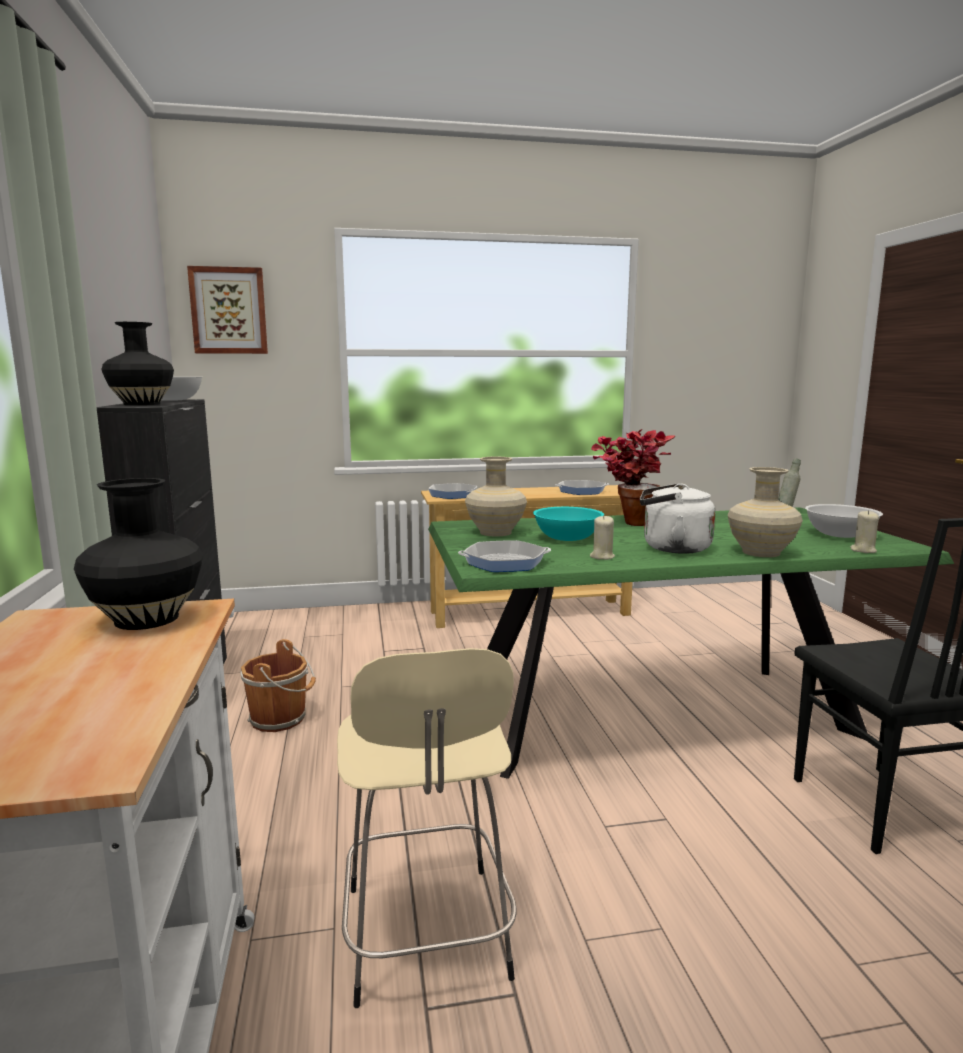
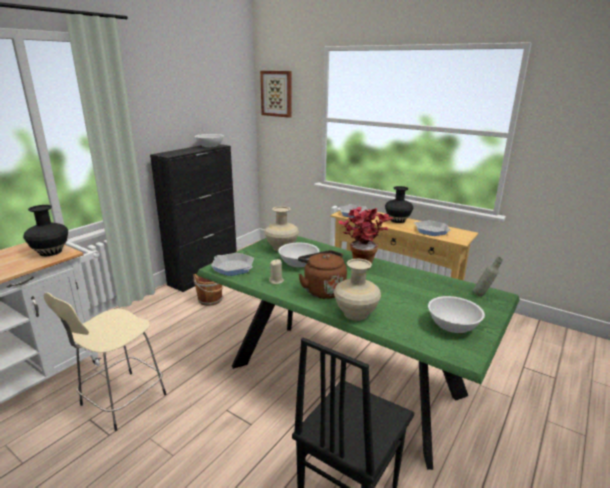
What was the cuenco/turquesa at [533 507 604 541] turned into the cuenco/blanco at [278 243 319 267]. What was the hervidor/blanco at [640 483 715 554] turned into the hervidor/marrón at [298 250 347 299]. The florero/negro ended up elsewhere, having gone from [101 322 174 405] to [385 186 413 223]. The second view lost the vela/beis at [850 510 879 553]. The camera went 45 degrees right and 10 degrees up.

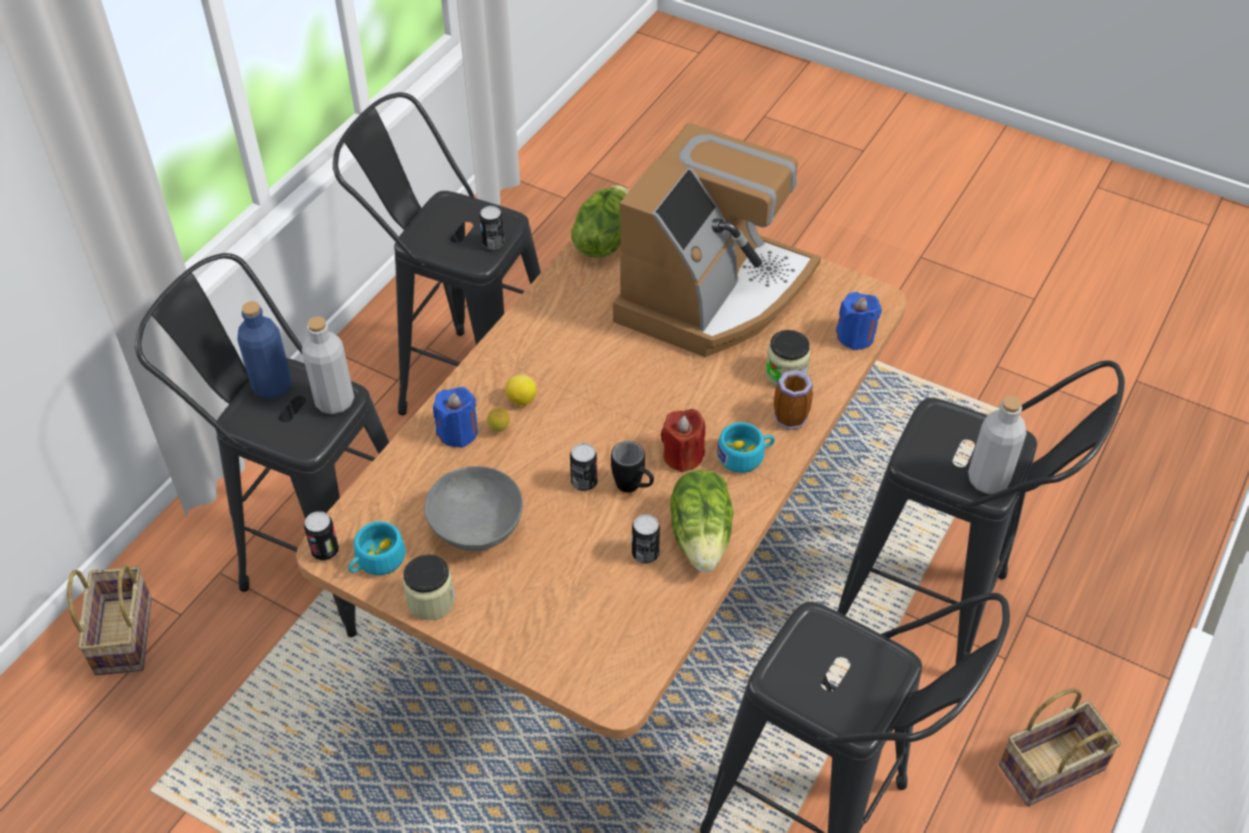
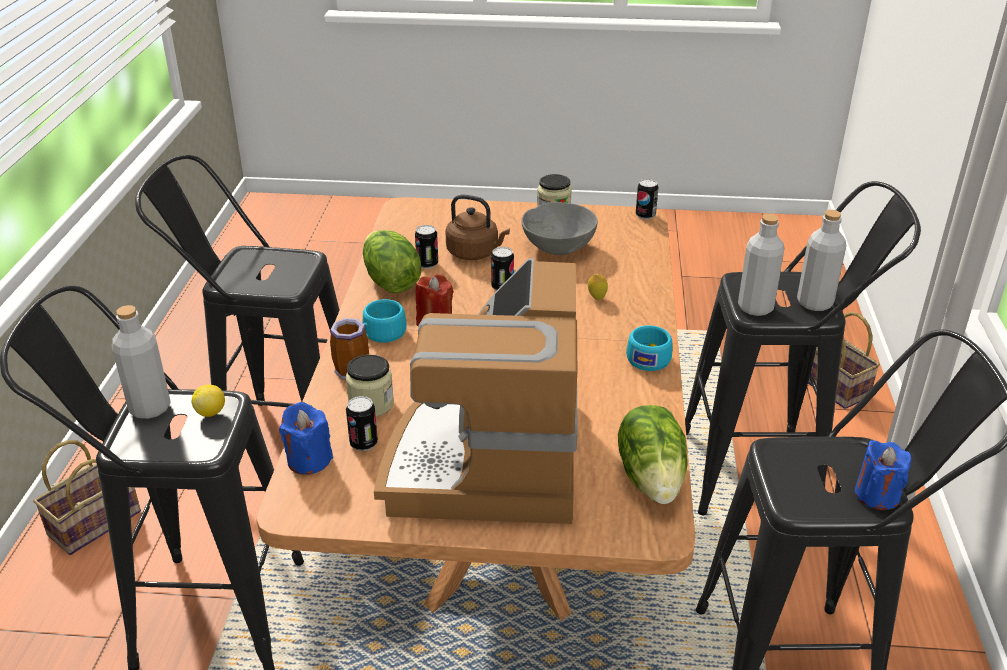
The limón ended up elsewhere, having gone from [505 375 537 406] to [192 385 225 417]. The lata ended up elsewhere, having gone from [479 206 504 249] to [346 396 378 451]. The second view gained the hervidor/marrón at [445 194 510 260]. The taza/turquesa ended up elsewhere, having gone from [348 521 406 575] to [626 325 672 371]. What was the botella/azul at [237 301 291 399] turned into the botella/gris at [797 210 846 311]. The vela/azul ended up elsewhere, having gone from [433 387 478 448] to [855 440 911 510]. The second view lost the taza grande/negro at [611 441 654 493]. The camera went 155 degrees right and 15 degrees down.

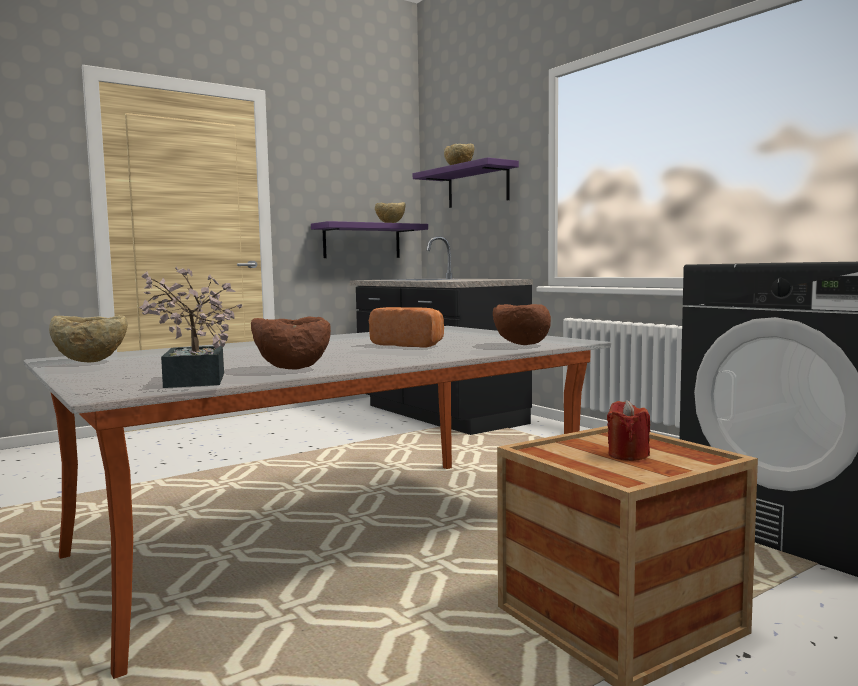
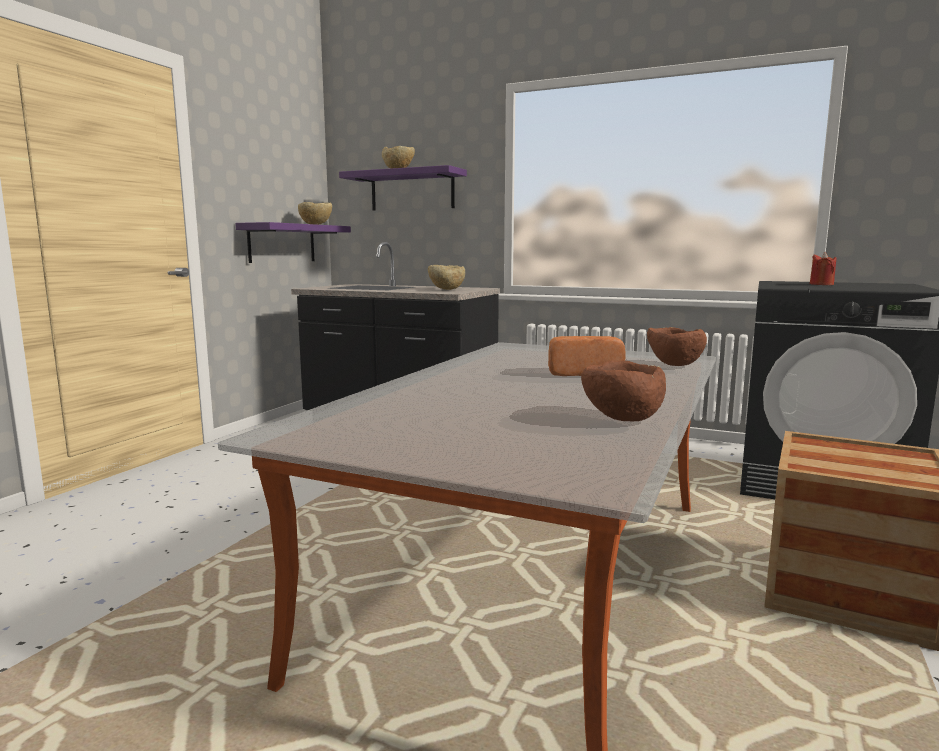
The cuenco/beis ended up elsewhere, having gone from [49 315 128 362] to [428 265 465 290]. The vela/rojo ended up elsewhere, having gone from [607 400 650 461] to [810 252 836 285]. The second view lost the planta en maceta at [139 266 243 388]. The camera went 30 degrees left and 5 degrees up.

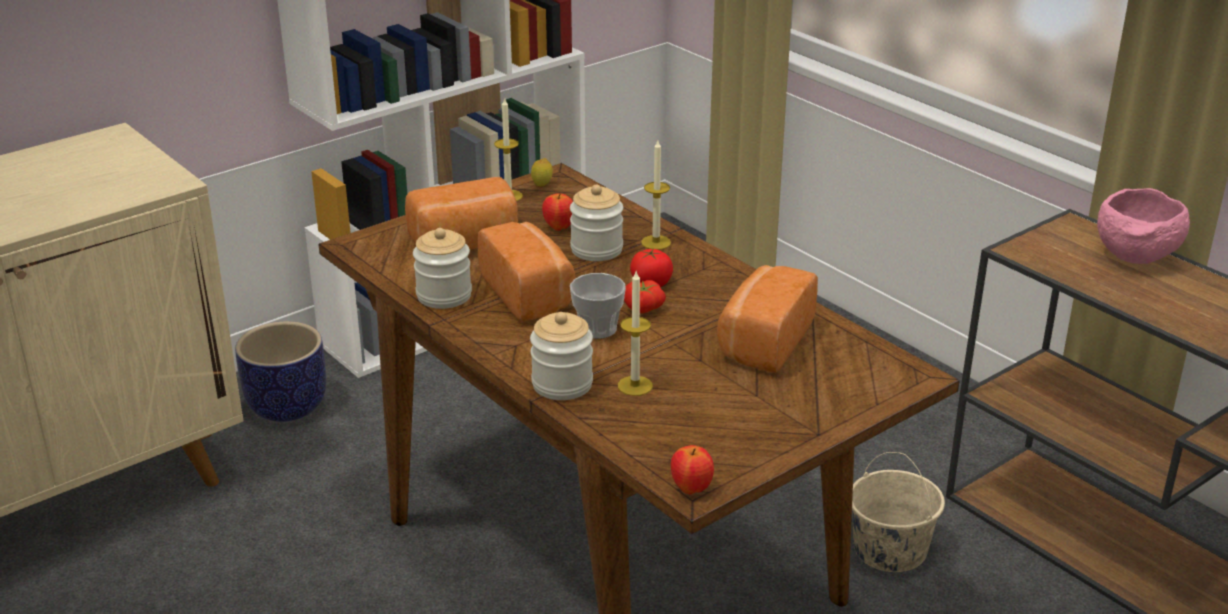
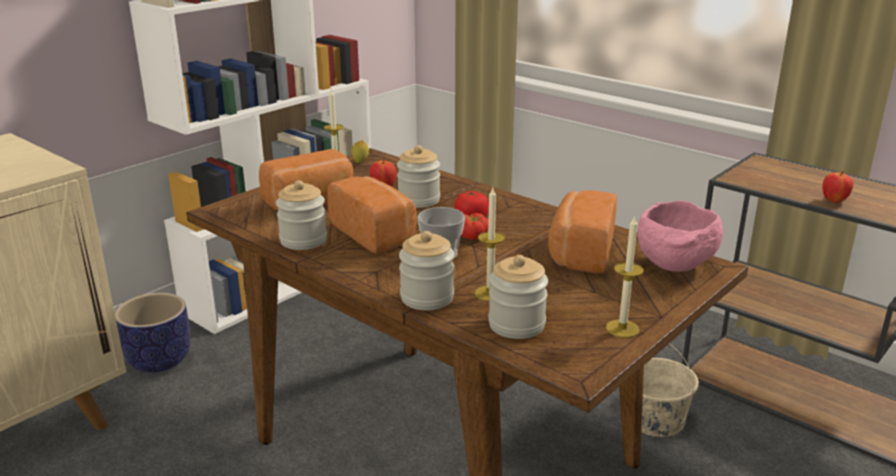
The second view gained the tarro at [488 255 548 339]. The vela ended up elsewhere, having gone from [641 140 671 250] to [606 215 644 338]. The cuenco/rosa ended up elsewhere, having gone from [1097 188 1190 264] to [638 200 723 272]. The manzana ended up elsewhere, having gone from [671 445 714 494] to [822 171 853 203]. The camera went 10 degrees left and 5 degrees down.

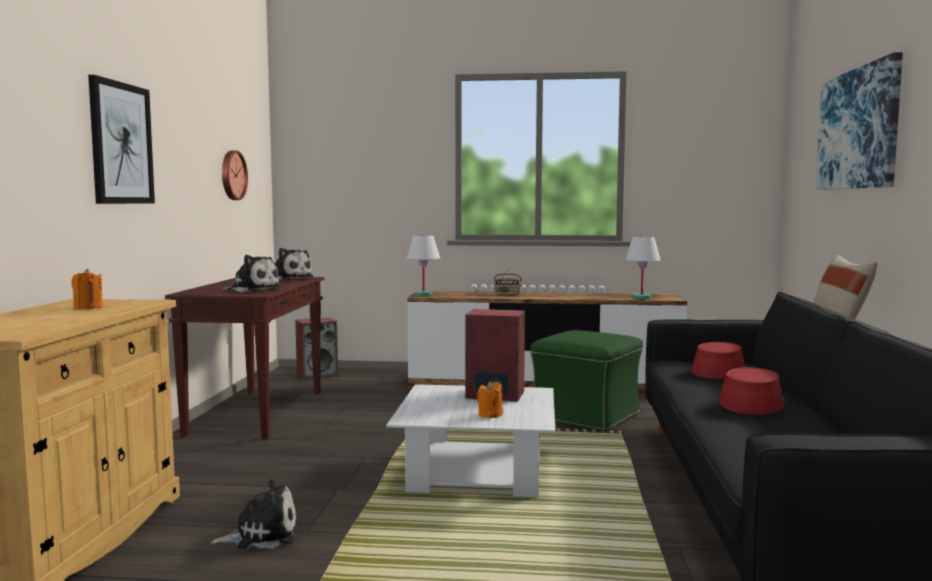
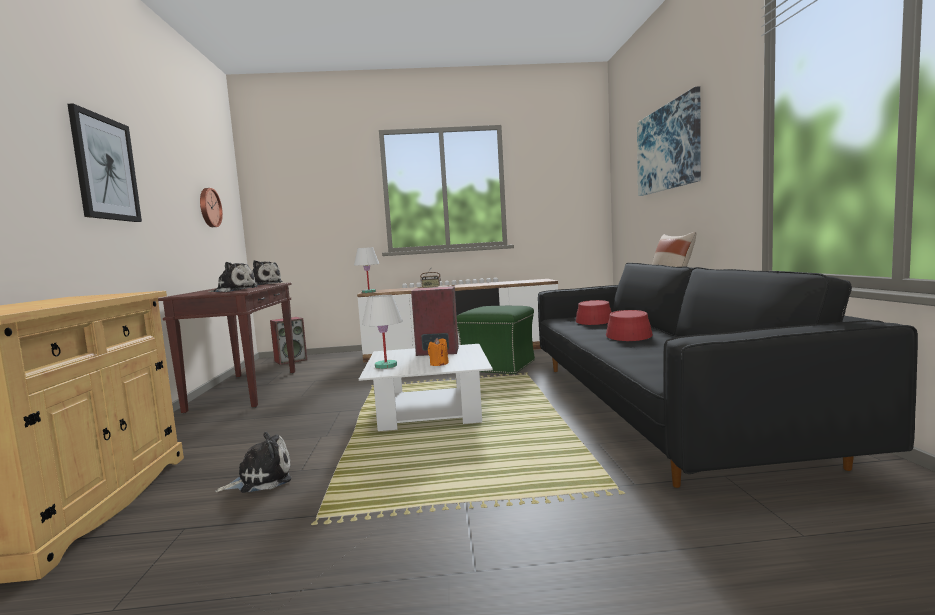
The lámpara de mesa/blanco ended up elsewhere, having gone from [625 236 660 299] to [362 295 403 369]. The second view lost the vela/naranja at [72 269 103 309]. The camera went 10 degrees left and 0 degrees up.

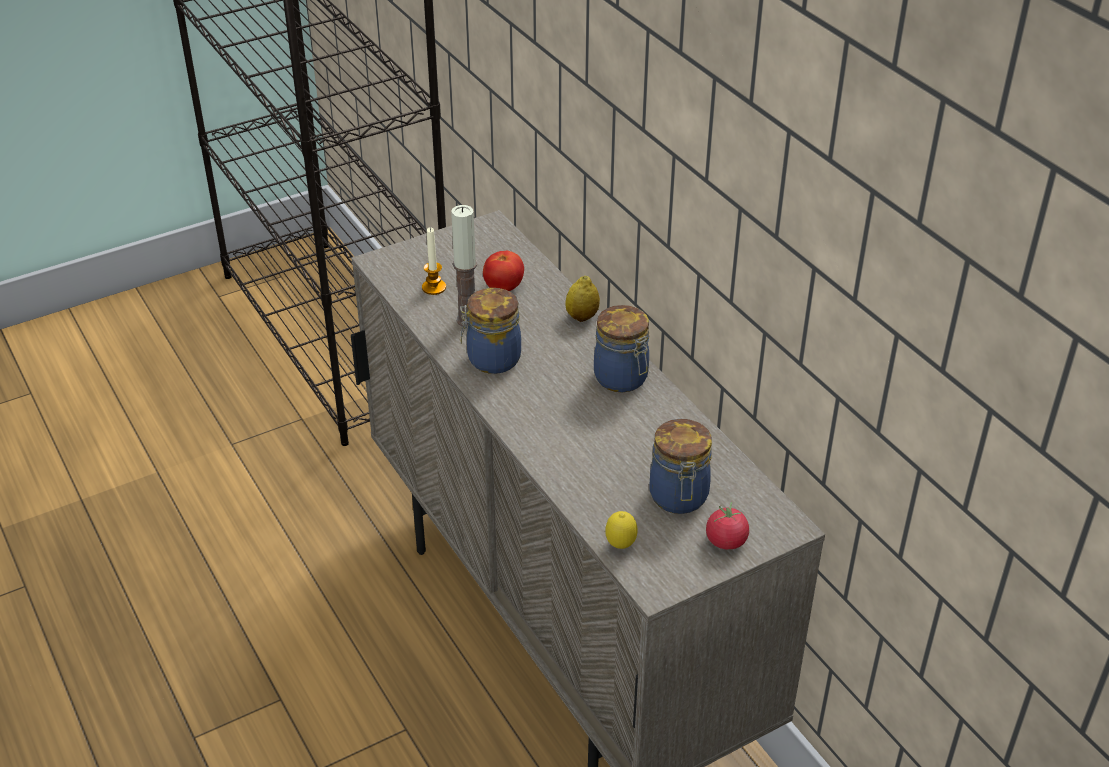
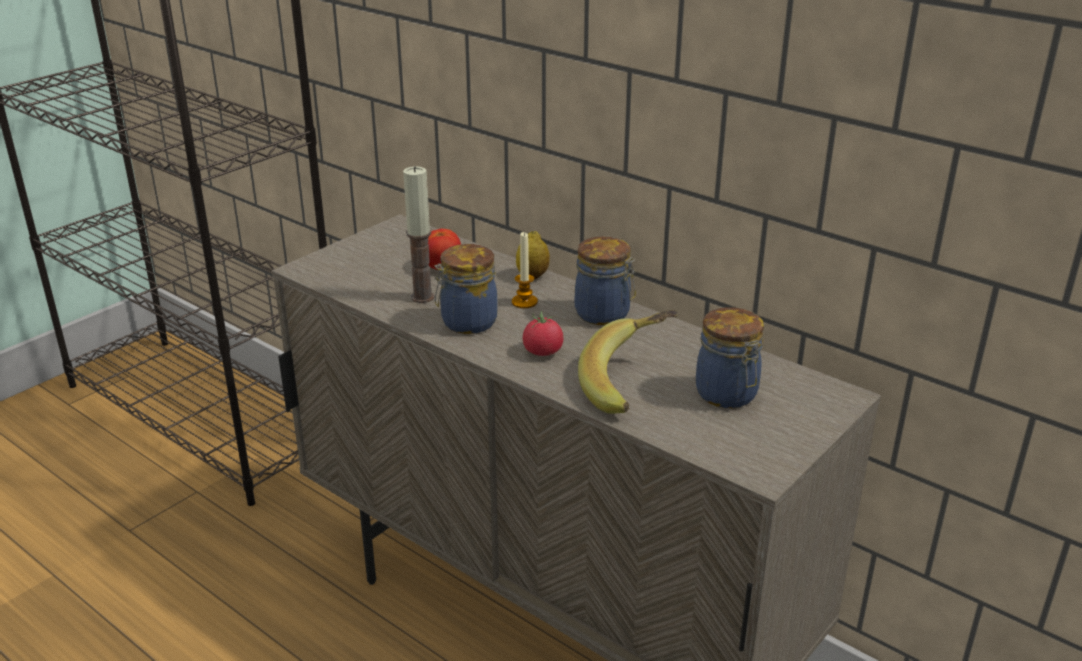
The vela ended up elsewhere, having gone from [422 227 446 295] to [512 232 538 309]. The tomate ended up elsewhere, having gone from [706 502 749 550] to [523 311 563 356]. The second view gained the plátano at [578 310 677 414]. The second view lost the limón at [605 511 638 549]. The camera went 20 degrees left and 10 degrees down.

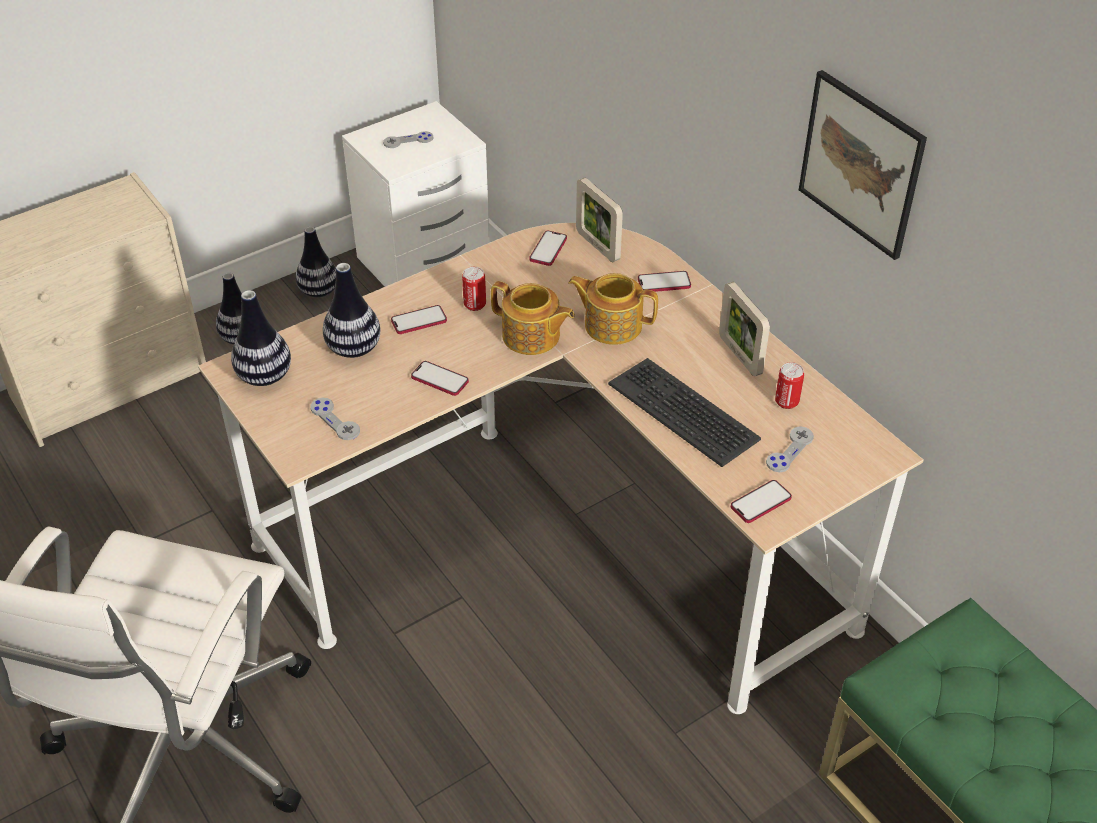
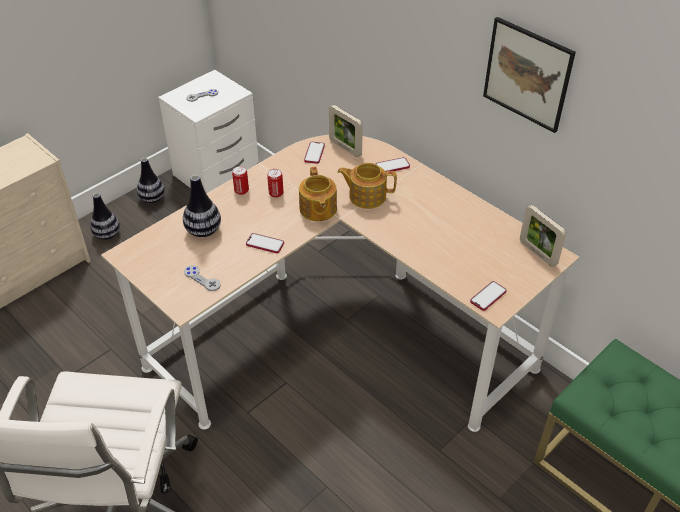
The lata ended up elsewhere, having gone from [775 362 804 409] to [232 166 249 195]. The tetera at [491 281 575 355] ended up facing another way, 60 degrees clockwise from before. The portarretratos ended up elsewhere, having gone from [719 282 770 377] to [520 205 566 267]. The second view lost the florero at [231 290 291 386]. The second view lost the móvil at [391 305 447 334]. The second view lost the teclado at [608 358 761 467]. The second view lost the mando de consola/gris at [766 426 814 472]. The camera went 10 degrees left and 0 degrees up.

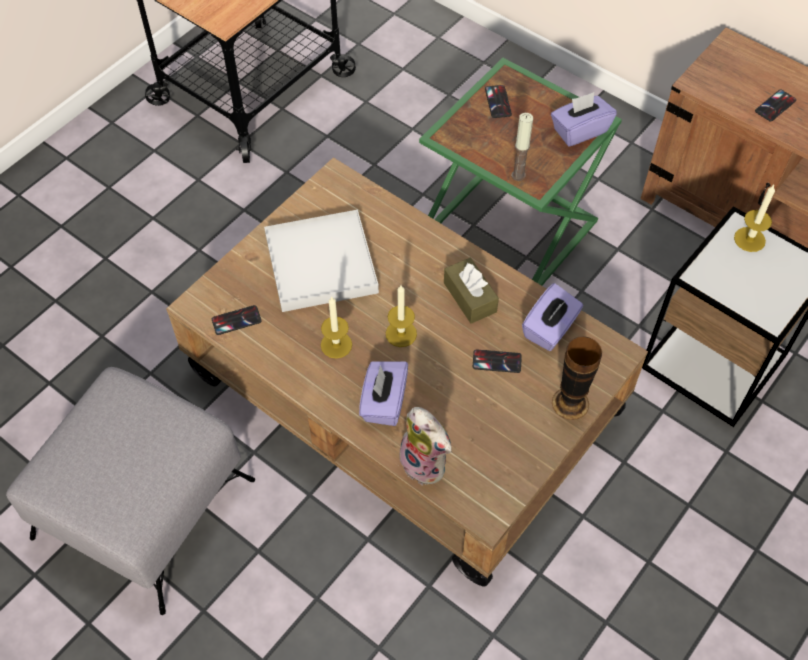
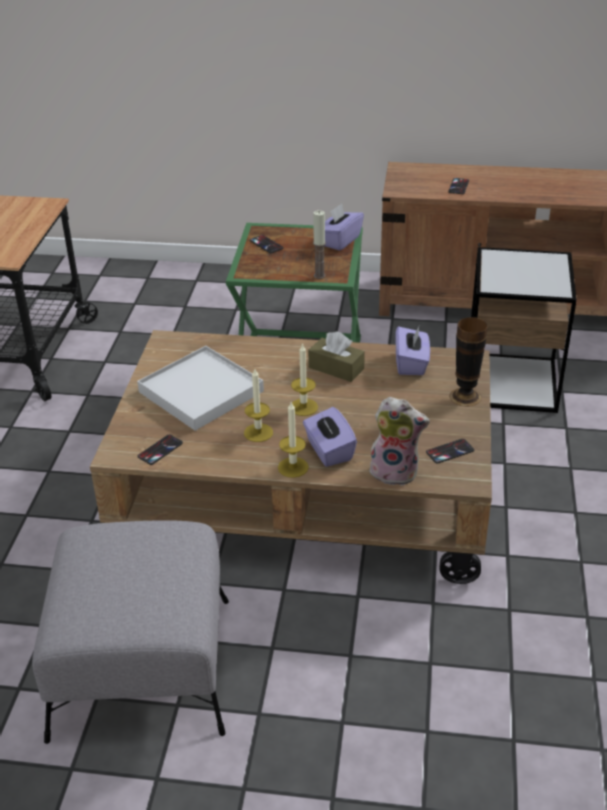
The vela ended up elsewhere, having gone from [734 185 775 252] to [278 402 309 478]. The móvil ended up elsewhere, having gone from [473 349 522 373] to [426 439 474 464]. The camera went 30 degrees left and 20 degrees down.

